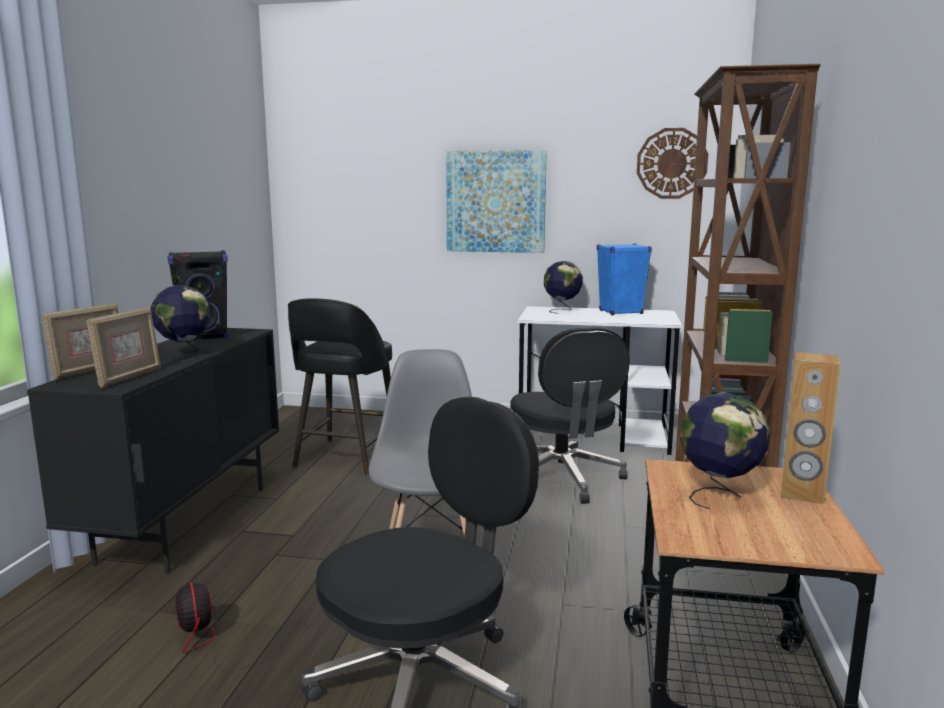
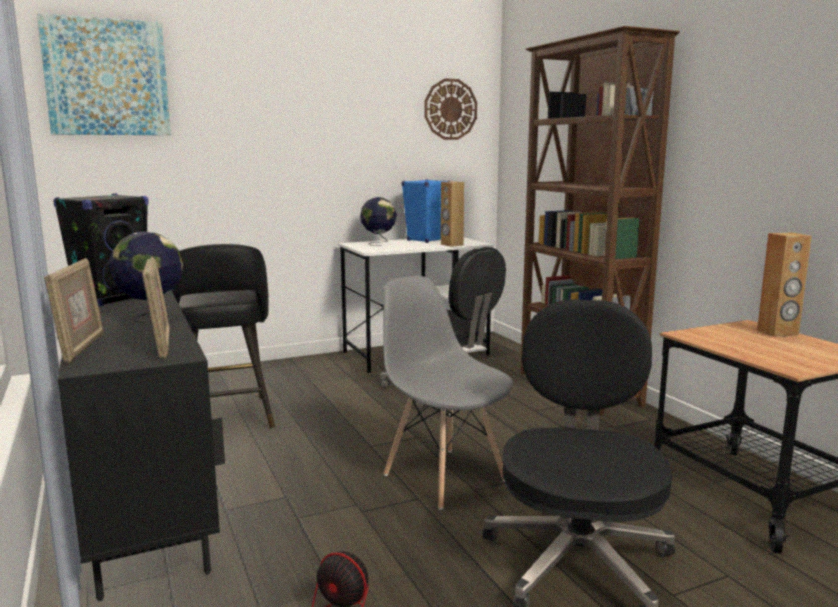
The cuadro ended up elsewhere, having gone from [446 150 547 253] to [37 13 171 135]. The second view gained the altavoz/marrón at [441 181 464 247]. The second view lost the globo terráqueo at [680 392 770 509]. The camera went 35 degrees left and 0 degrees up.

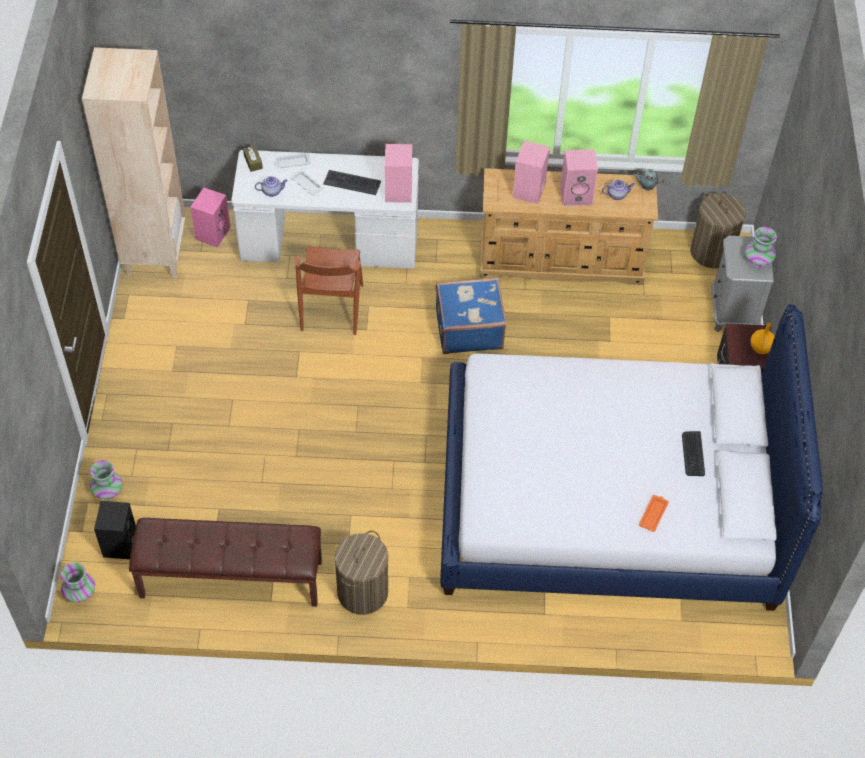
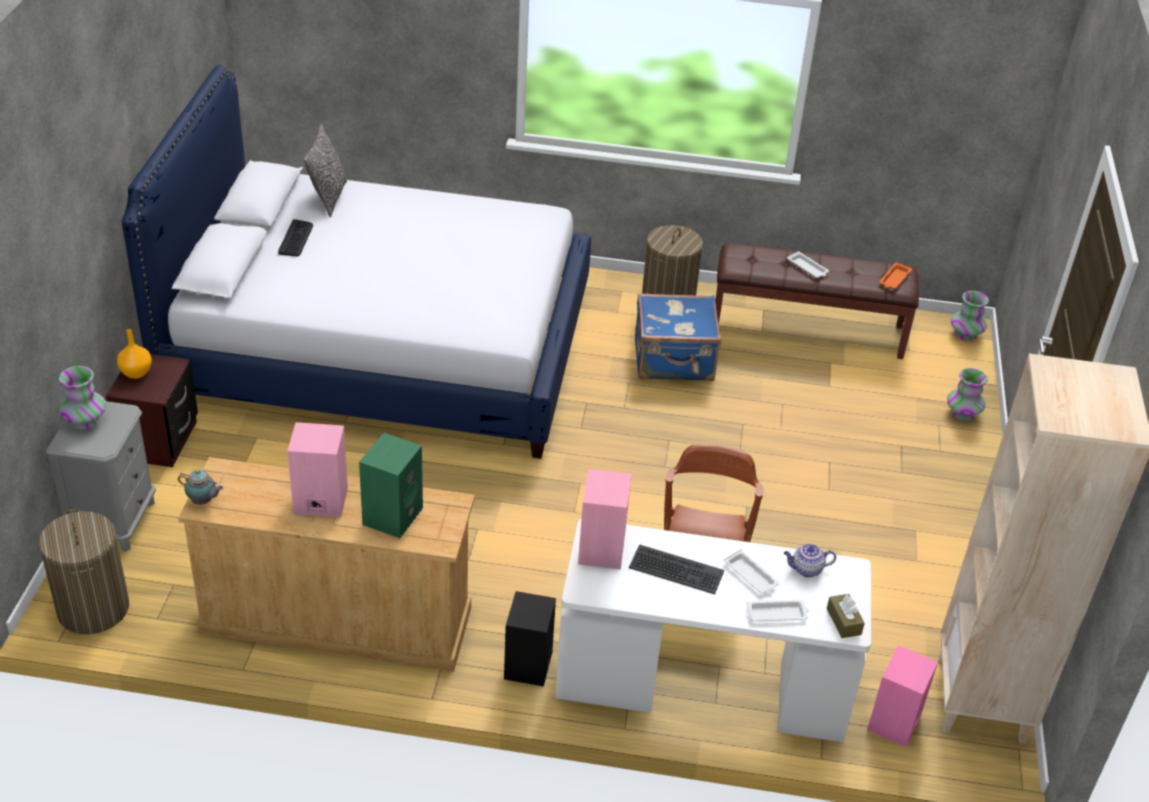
The second view gained the cojín at [304 124 347 217]. What was the altavoz/rosa at [513 141 550 204] turned into the altavoz/verde at [359 432 423 538]. The altavoz/negro ended up elsewhere, having gone from [94 501 136 559] to [504 591 556 687]. The maleta/azul ended up elsewhere, having gone from [436 278 507 354] to [635 293 721 381]. The second view gained the bandeja/blanco at [787 251 829 278]. The bandeja/naranja ended up elsewhere, having gone from [639 495 669 532] to [879 262 912 289]. The second view lost the tetera at [602 180 635 200]. The camera went 175 degrees left and 15 degrees down.

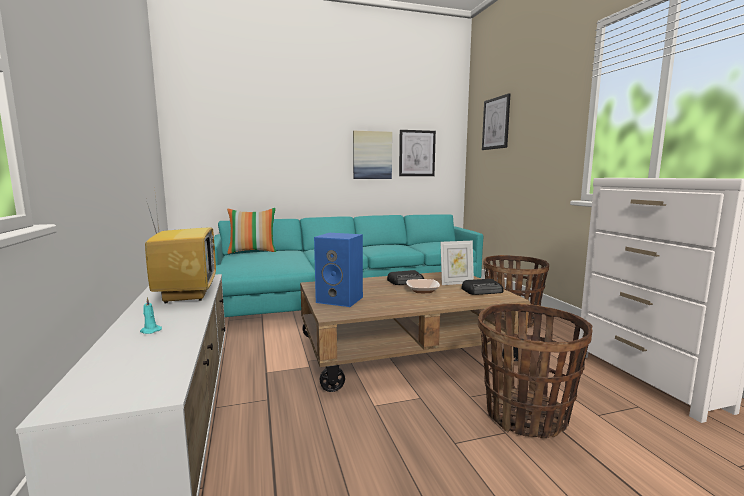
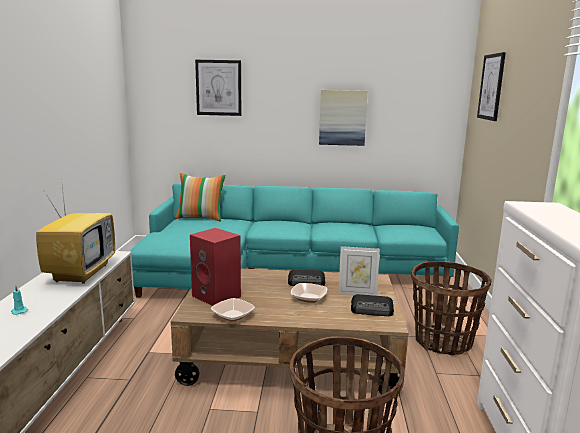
What was the altavoz/azul at [314 233 363 307] turned into the altavoz/rojo at [190 228 241 306]. The cuadro ended up elsewhere, having gone from [399 130 436 176] to [195 60 241 116]. The second view gained the cuenco at [211 298 255 322]. The camera went 20 degrees right and 5 degrees up.

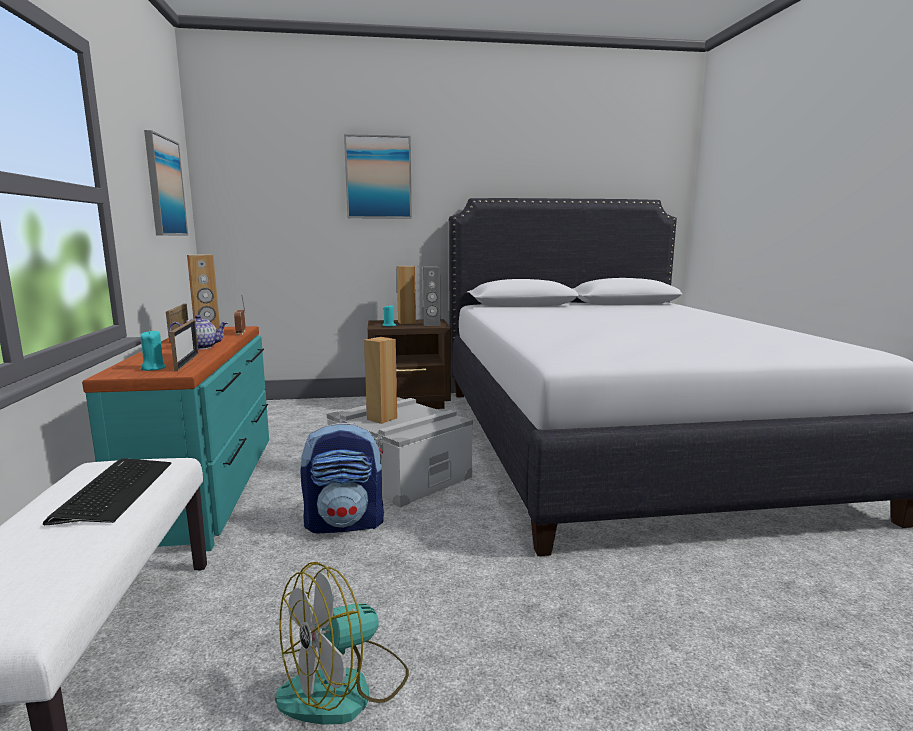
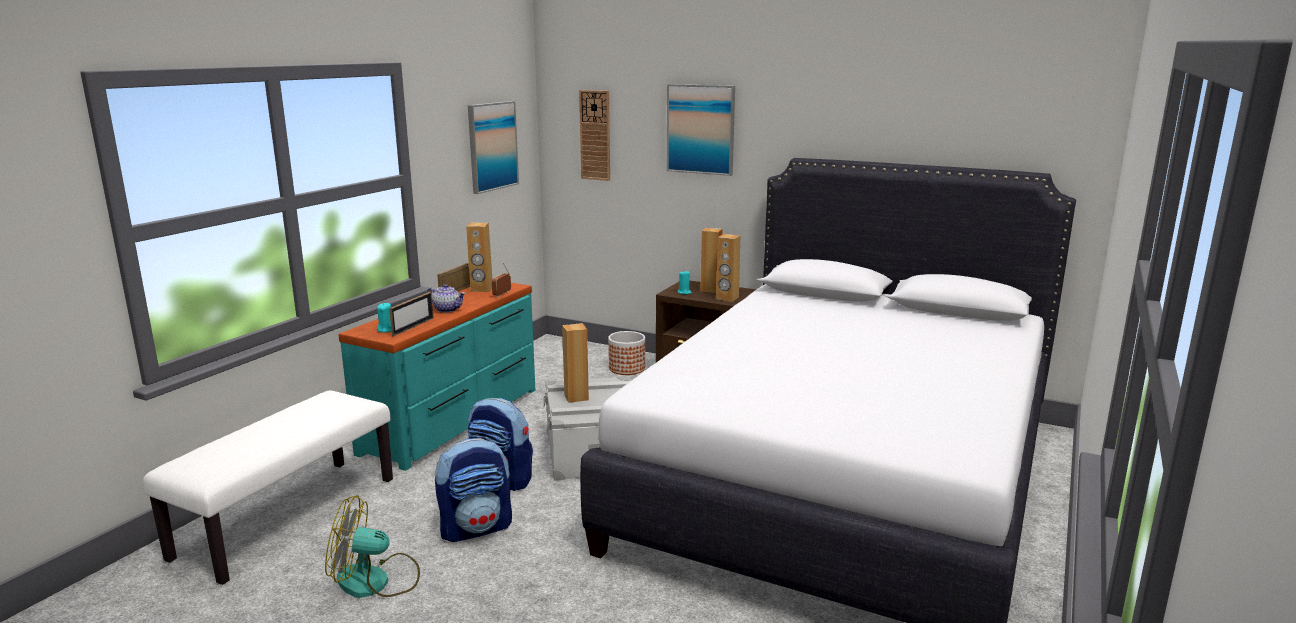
The second view gained the mochila at [435 438 512 542]. The second view gained the reloj de pared at [579 90 610 181]. The second view gained the maceta at [608 331 645 375]. What was the altavoz/gris at [423 266 440 326] turned into the altavoz/marrón at [716 234 740 302]. The second view lost the teclado at [43 458 172 525]. The camera went 35 degrees right and 5 degrees up.

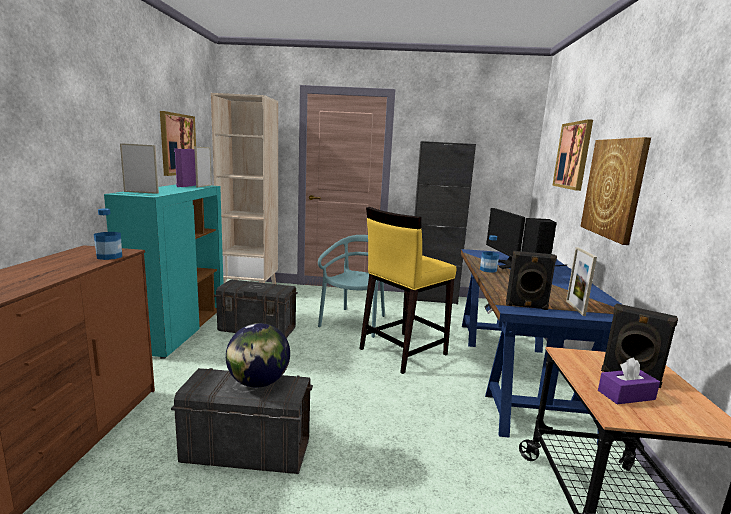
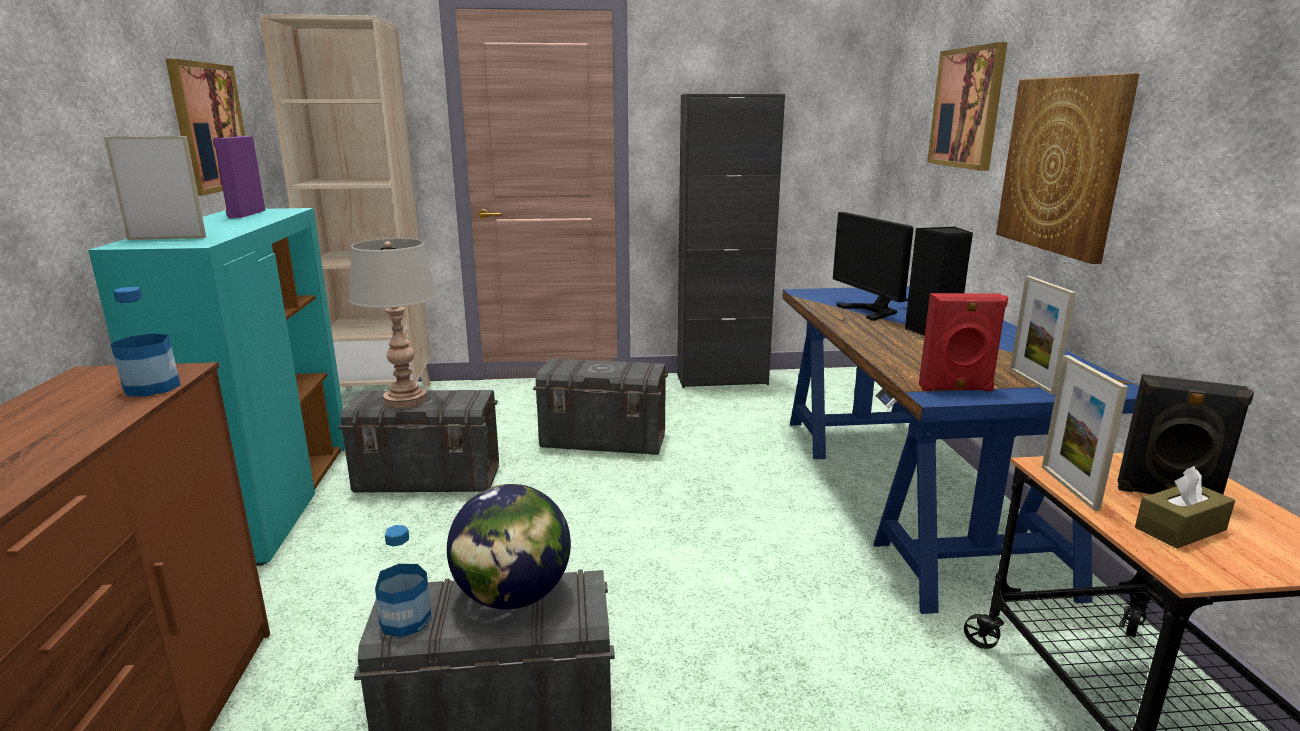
The second view gained the lámpara de mesa/gris at [349 238 437 409]. The botella ended up elsewhere, having gone from [480 235 499 273] to [375 525 432 637]. Where the silla/turquesa stood at [318 235 385 338], the caja de almacenaje/gris came to stand at [533 358 668 455]. What was the altavoz/negro at [506 251 557 310] turned into the altavoz/rojo at [919 293 1008 391]. The portarretratos ended up elsewhere, having gone from [194 147 212 187] to [1042 355 1128 511]. What was the caja de pañuelos/morado at [598 358 660 404] turned into the caja de pañuelos/marrón at [1135 466 1235 548]. The second view lost the taburete/amarillo at [359 207 456 374]. The camera went 10 degrees left and 5 degrees up.

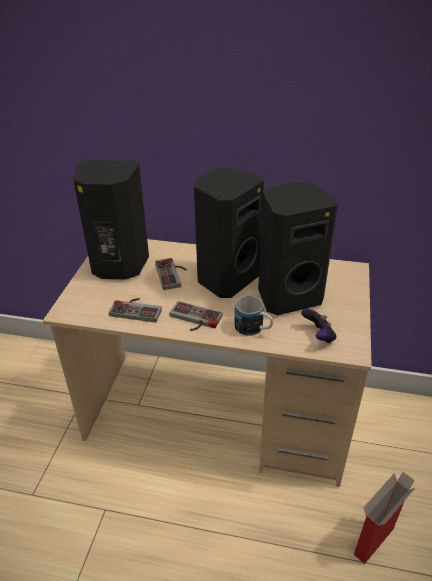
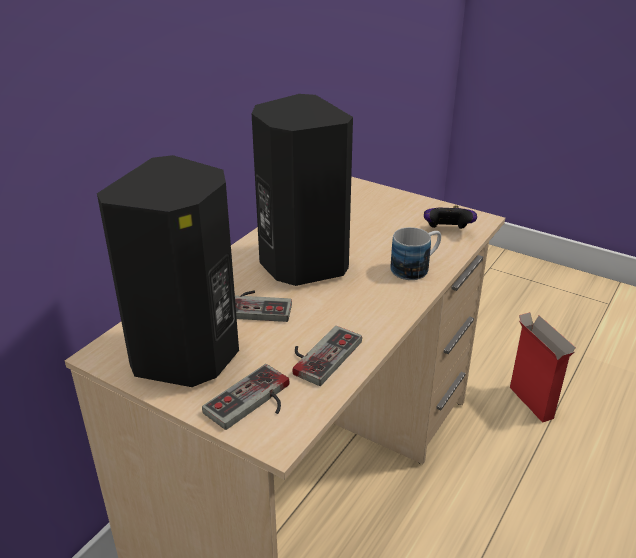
The mando de consola ended up elsewhere, having gone from [170 301 223 331] to [202 364 290 430]. The second view lost the altavoz/negro at [258 182 338 316]. The camera went 70 degrees left and 5 degrees down.

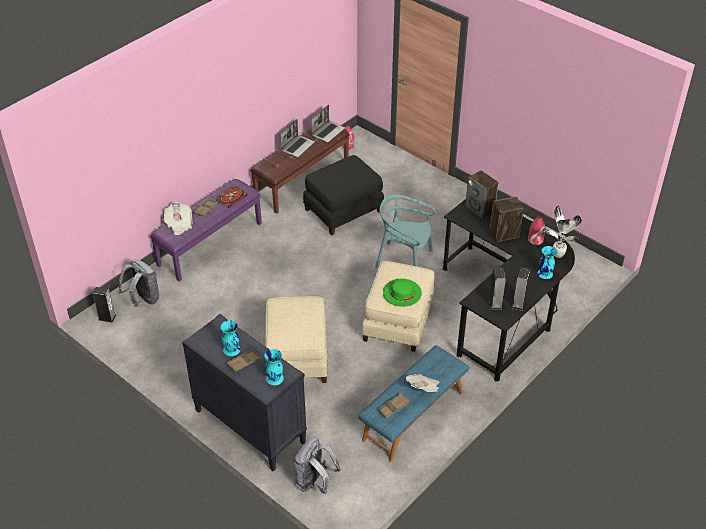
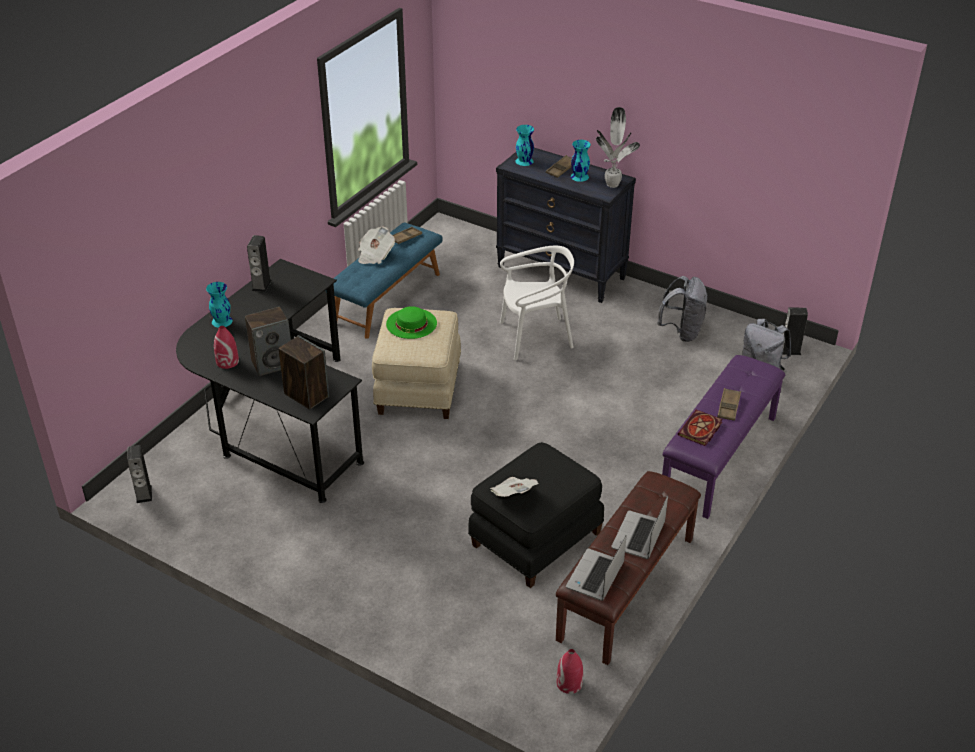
The altavoz ended up elsewhere, having gone from [489 268 506 310] to [128 445 152 503]. The periódico ended up elsewhere, having gone from [164 202 192 235] to [490 477 539 497]. Where the puf/beis stood at [265 296 328 383], the silla/blanco came to stand at [500 246 574 360]. The planta en maceta ended up elsewhere, having gone from [543 205 582 258] to [596 107 640 188]. The mochila/gris ended up elsewhere, having gone from [293 437 341 494] to [657 276 708 342]. The second view lost the silla/turquesa at [375 194 436 268]. The camera went 170 degrees right and 5 degrees down.

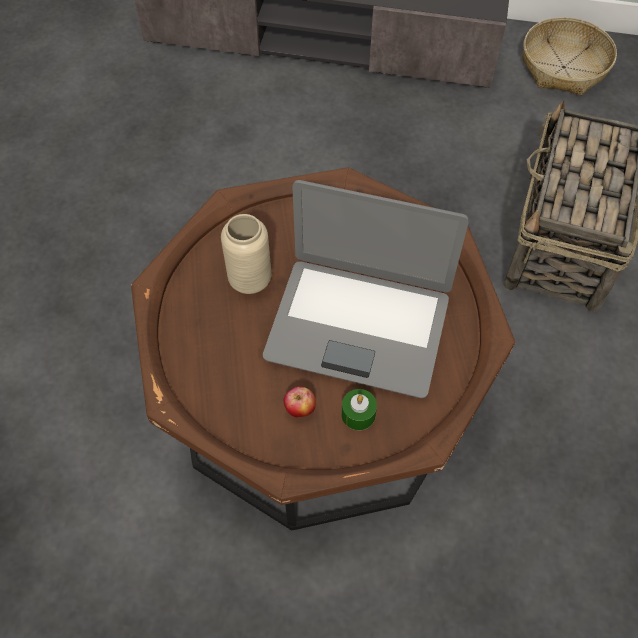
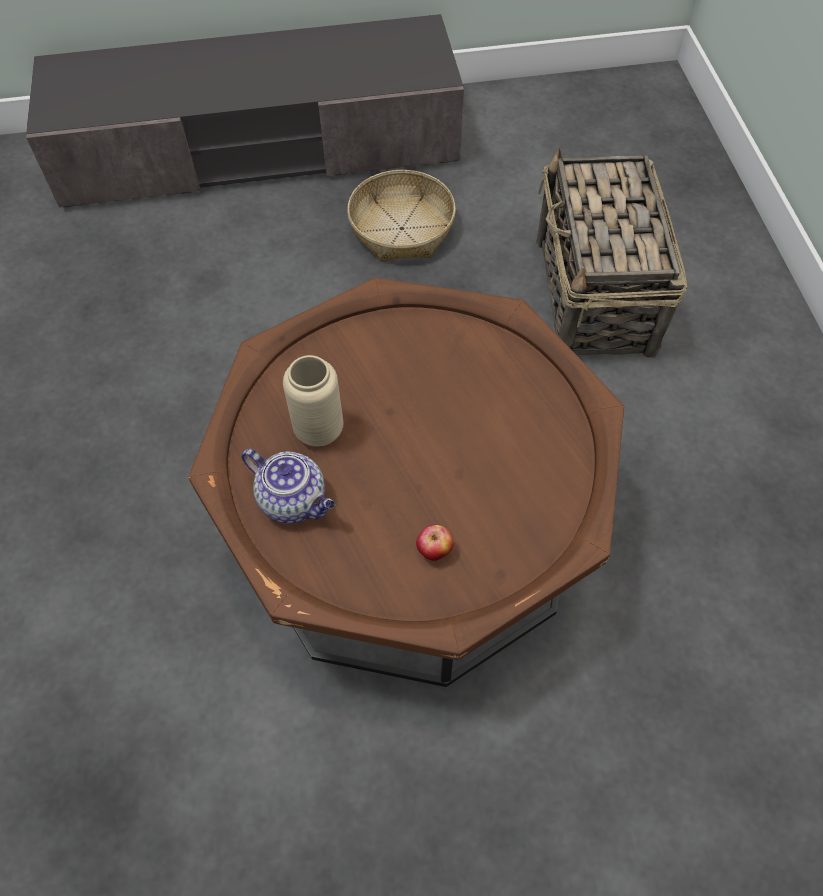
The second view gained the tetera at [242 449 335 524]. The cesta ended up elsewhere, having gone from [522 17 617 96] to [347 170 456 262]. The second view lost the portátil at [263 180 469 398]. The second view lost the vela/verde at [341 389 377 430]. The camera went 20 degrees left and 0 degrees up.

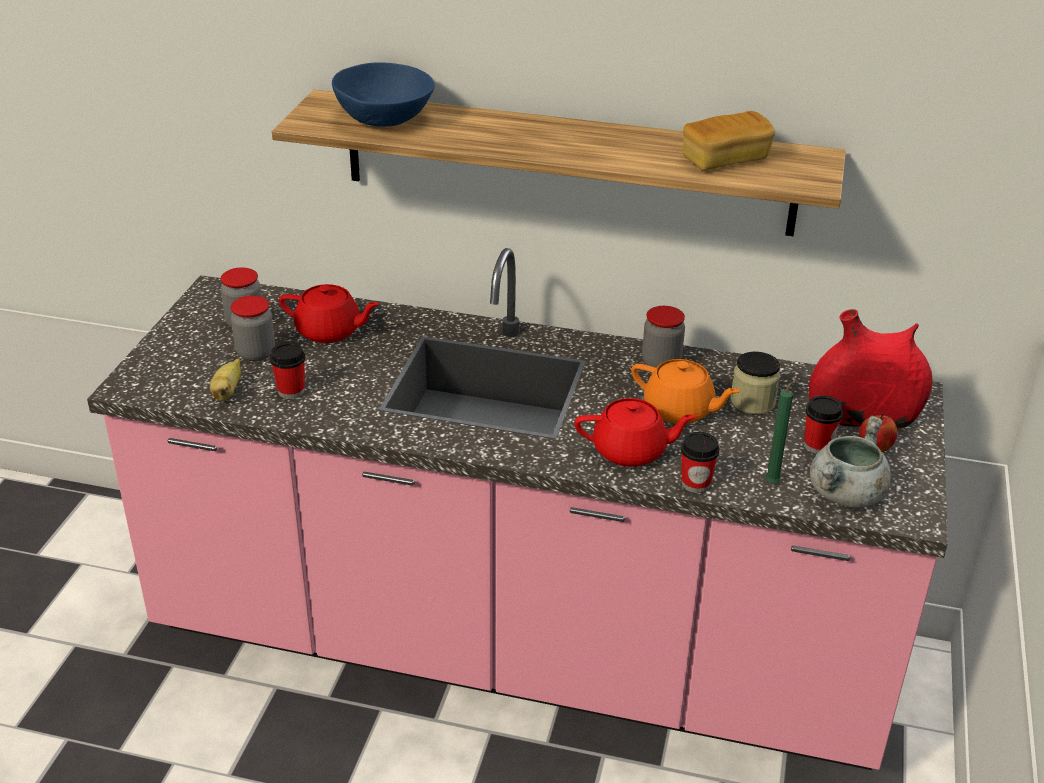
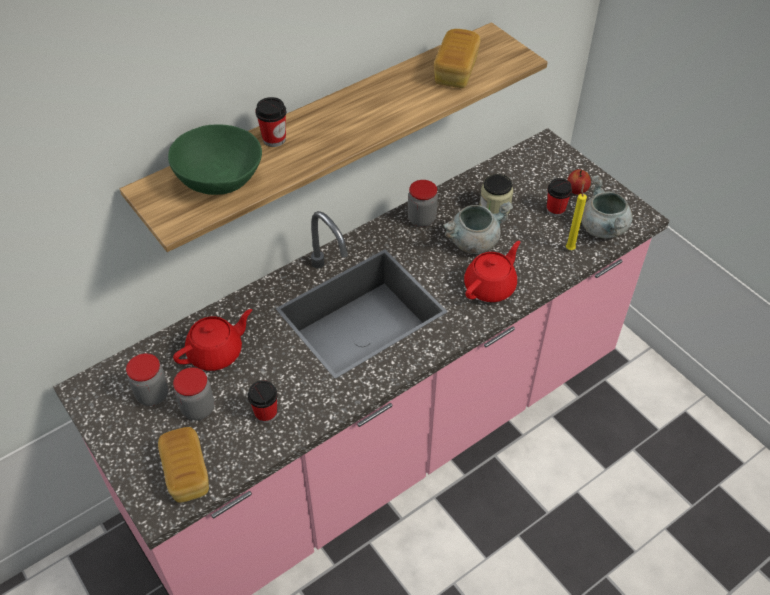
The second view gained the pan at [158 427 209 503]. What was the cuenco/azul at [332 63 435 127] turned into the cuenco/verde at [168 125 262 195]. The taza ended up elsewhere, having gone from [681 432 719 493] to [256 97 286 147]. Where the tetera/naranja stood at [631 359 740 424], the olla/gris came to stand at [443 201 513 254]. What was the vela/verde at [765 378 798 484] turned into the vela/amarillo at [566 184 587 250]. The second view lost the plátano at [210 359 241 401]. The second view lost the florero/rojo at [809 309 932 428]. The camera went 50 degrees left and 15 degrees up.

